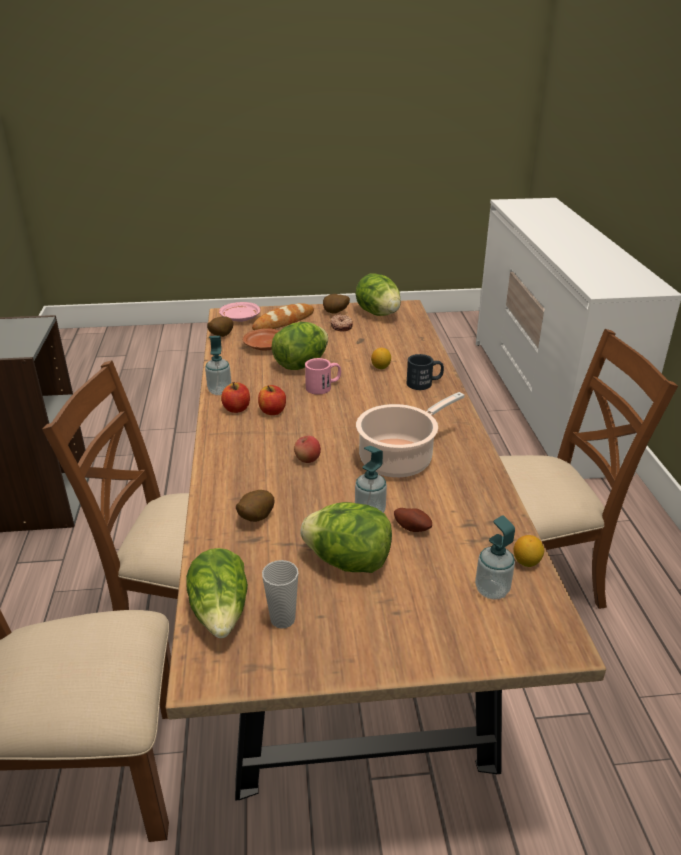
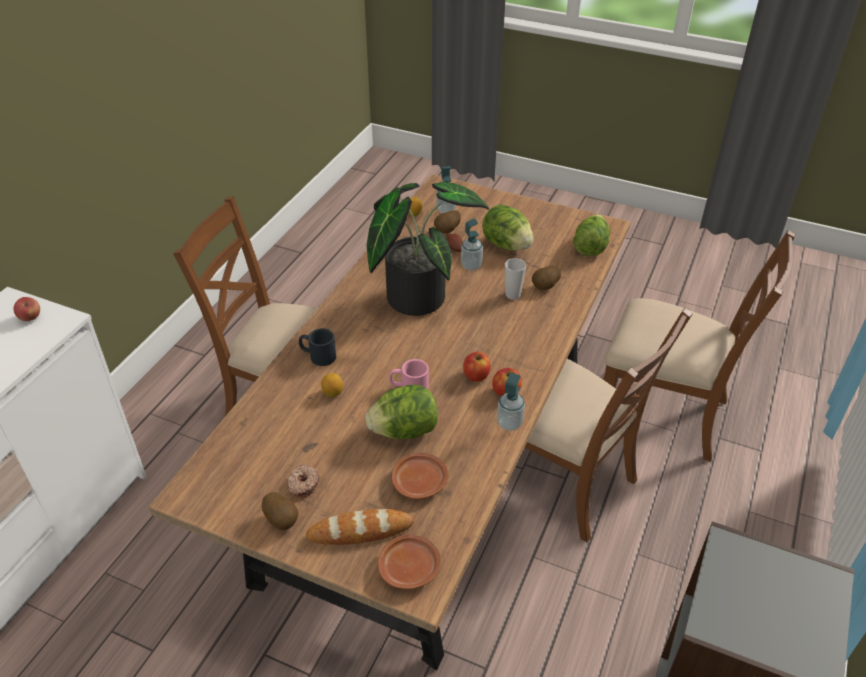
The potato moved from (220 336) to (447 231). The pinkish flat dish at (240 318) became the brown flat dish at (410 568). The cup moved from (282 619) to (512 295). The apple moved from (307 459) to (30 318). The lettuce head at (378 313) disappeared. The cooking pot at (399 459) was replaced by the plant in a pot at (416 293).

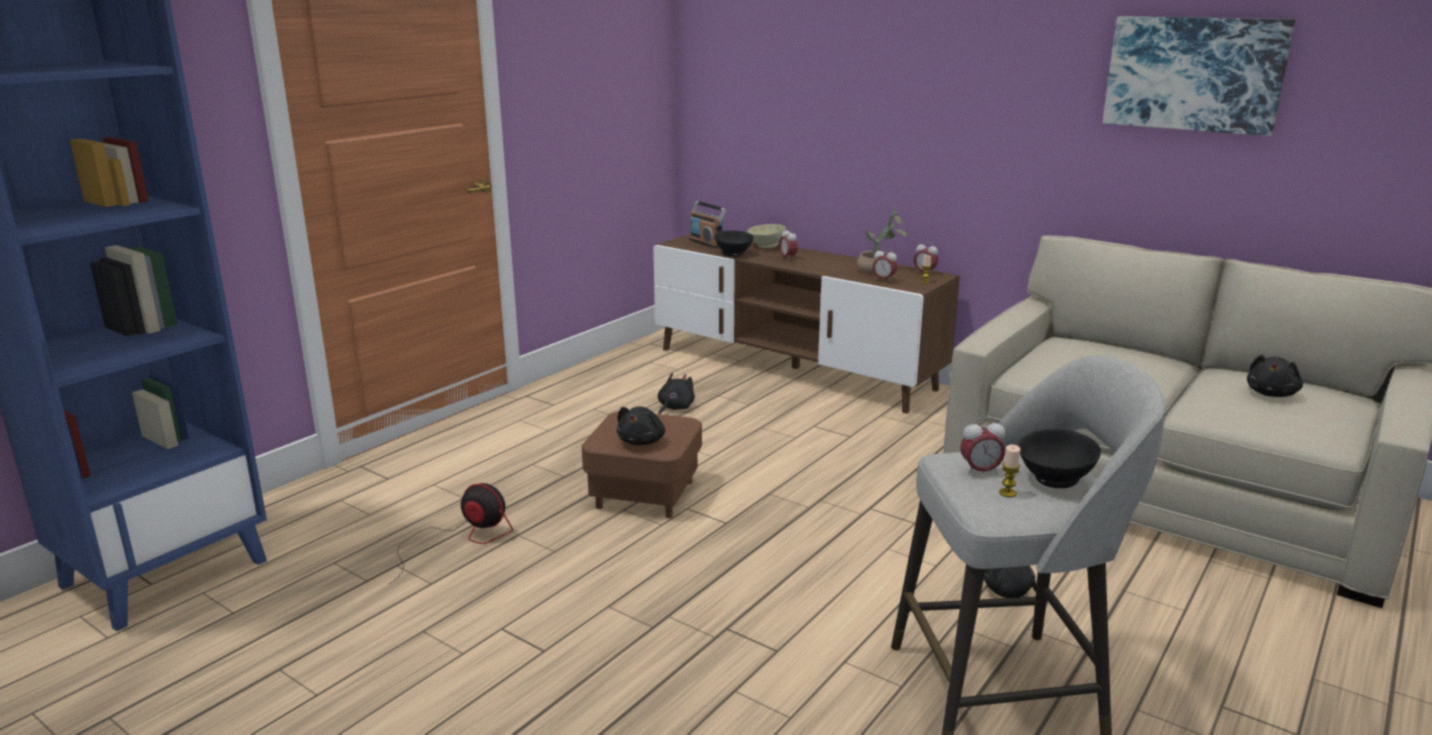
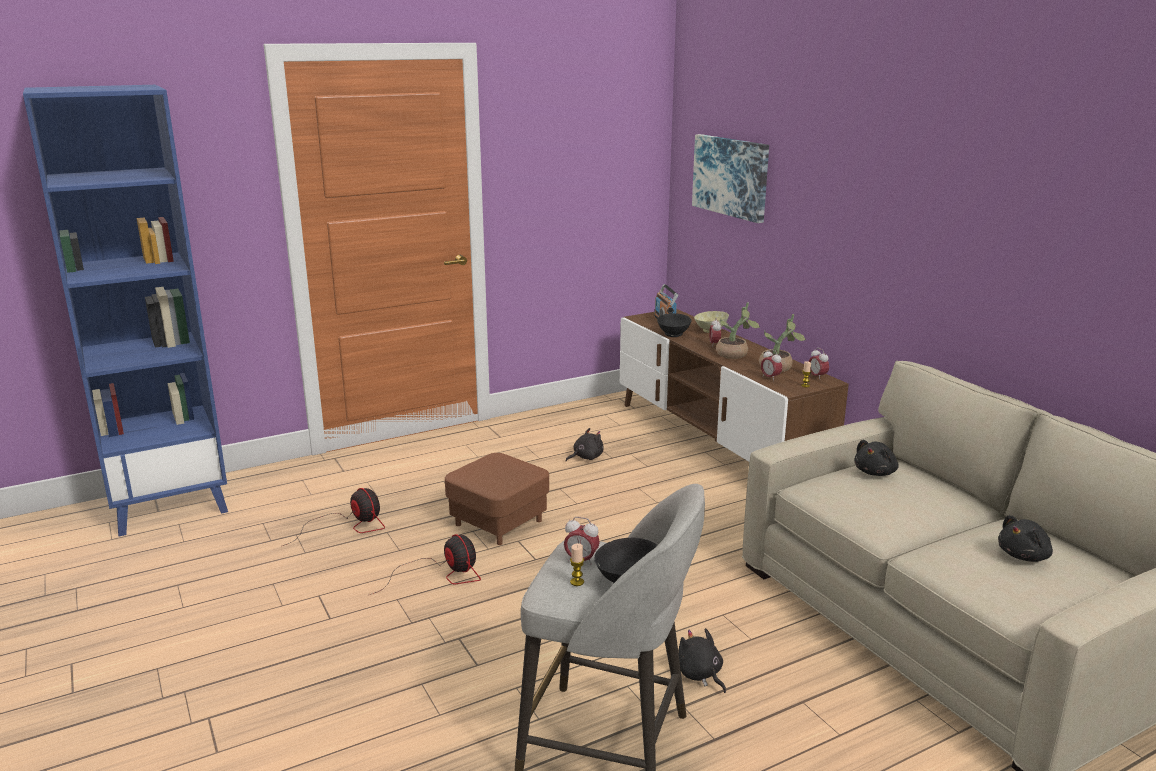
The blackish cuddly toy moved from (642 441) to (876 472). The wall picture moved from (1194 74) to (731 176). The electric fan at (441 575) appeared. The plant in a pot at (735 355) appeared.

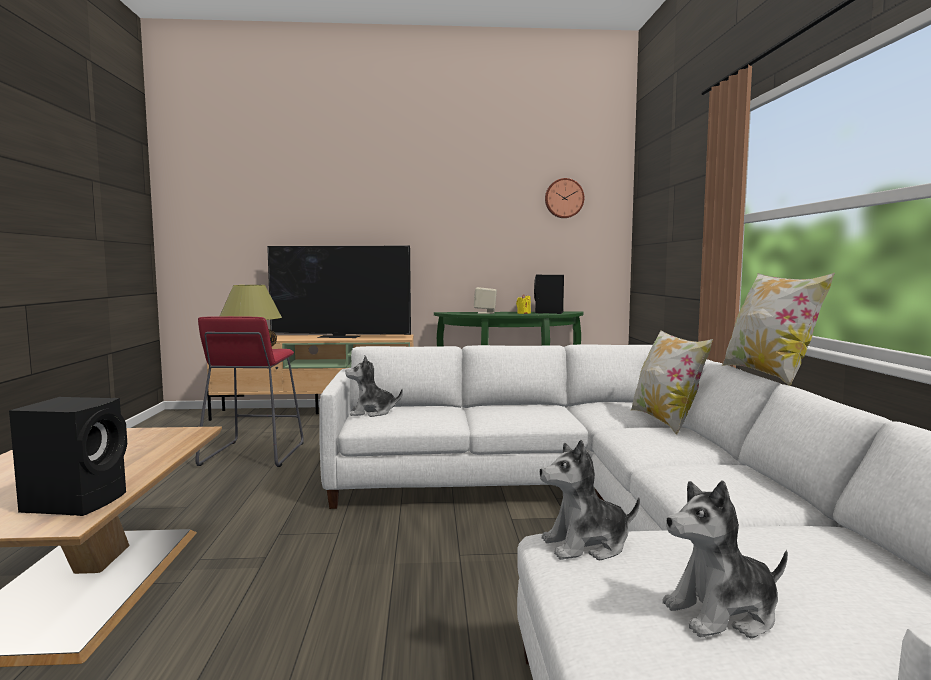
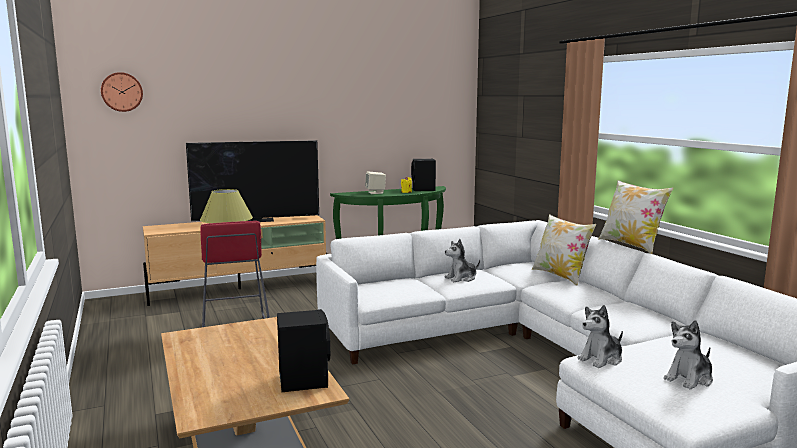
The cuddly toy moved from (372 412) to (461 278). The wall clock moved from (564 198) to (122 92).

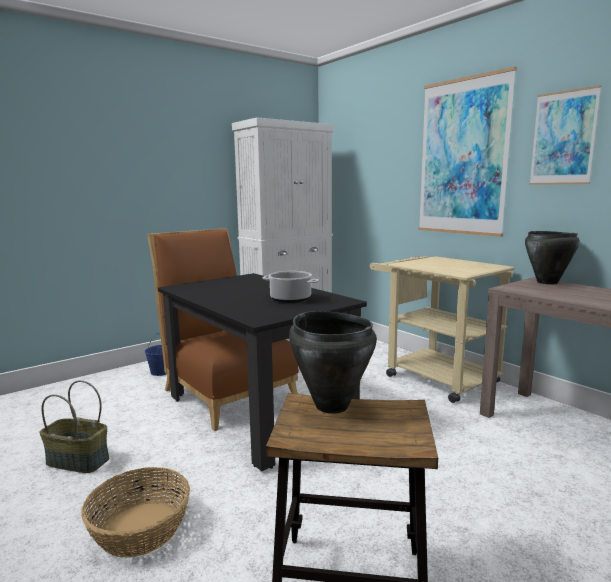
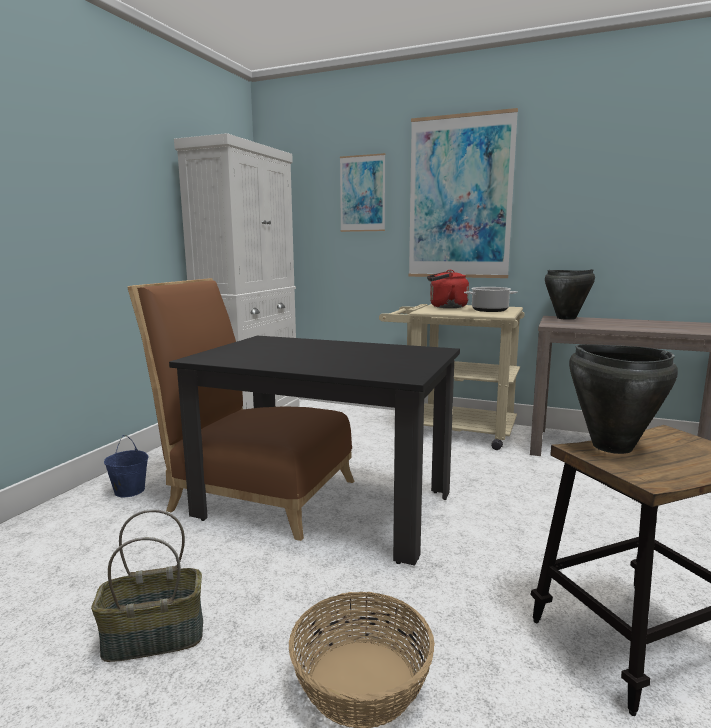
The cooking pot moved from (291 299) to (490 310). The wall picture moved from (563 138) to (362 193). The reddish water kettle at (445 307) appeared.

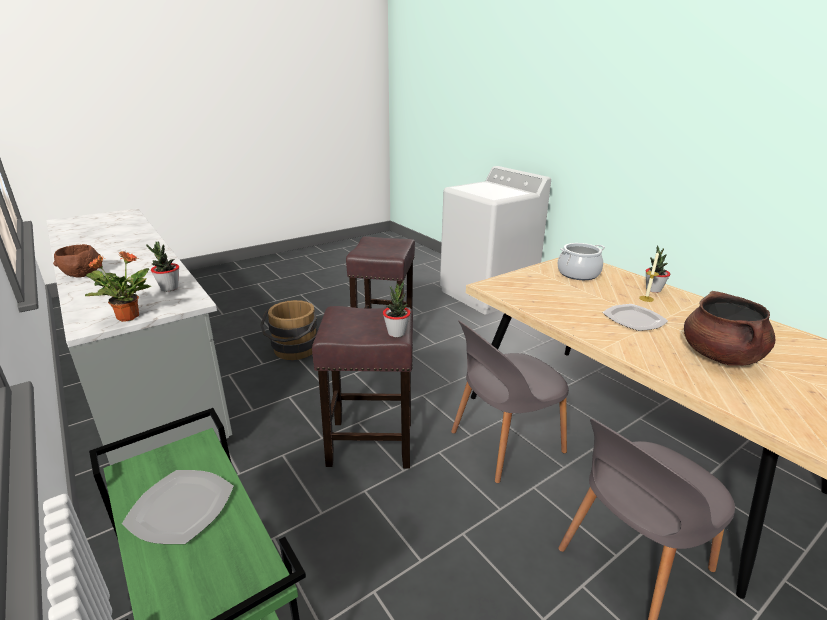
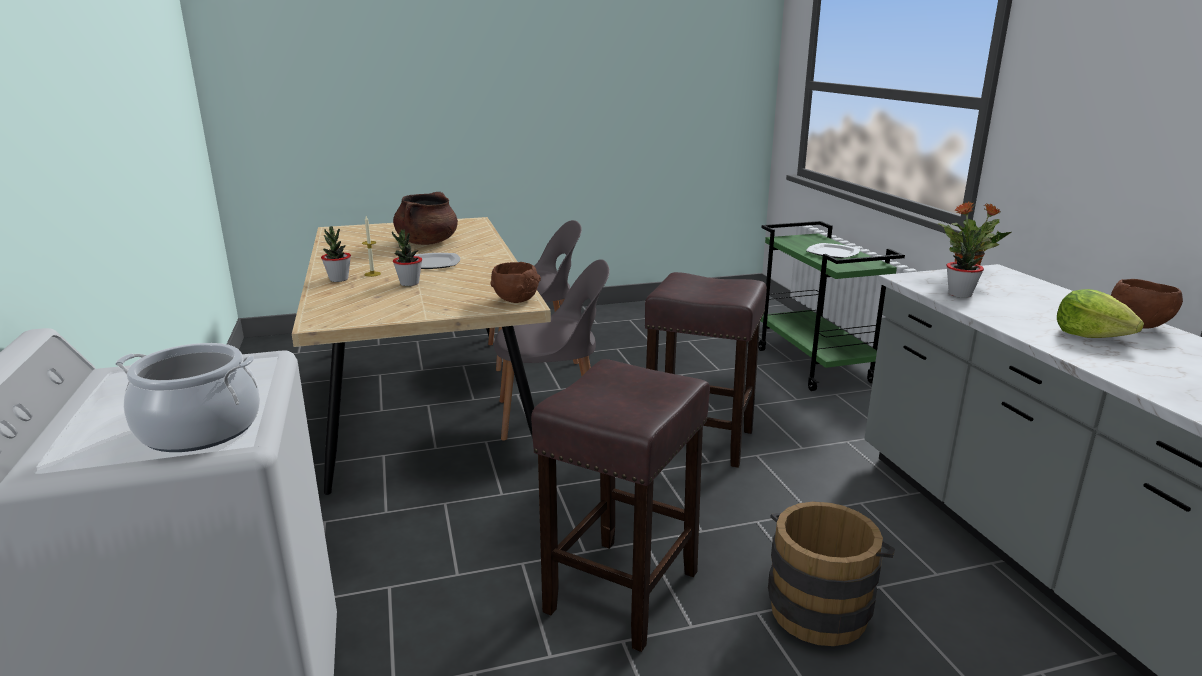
The plant in a pot moved from (396 333) to (409 283). The cooking pot moved from (578 274) to (200 430). The brown deep dish at (515 300) appeared. The lettuce head at (1091 335) appeared.

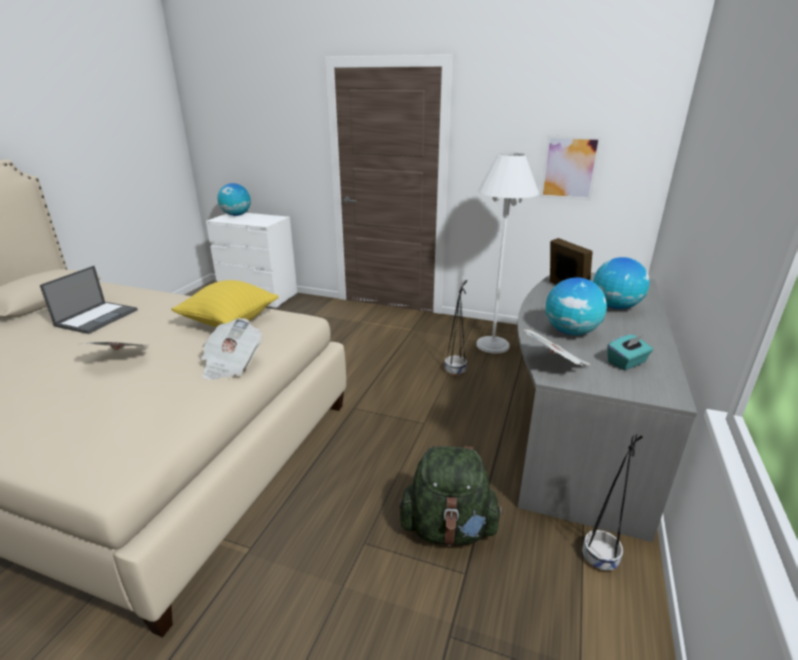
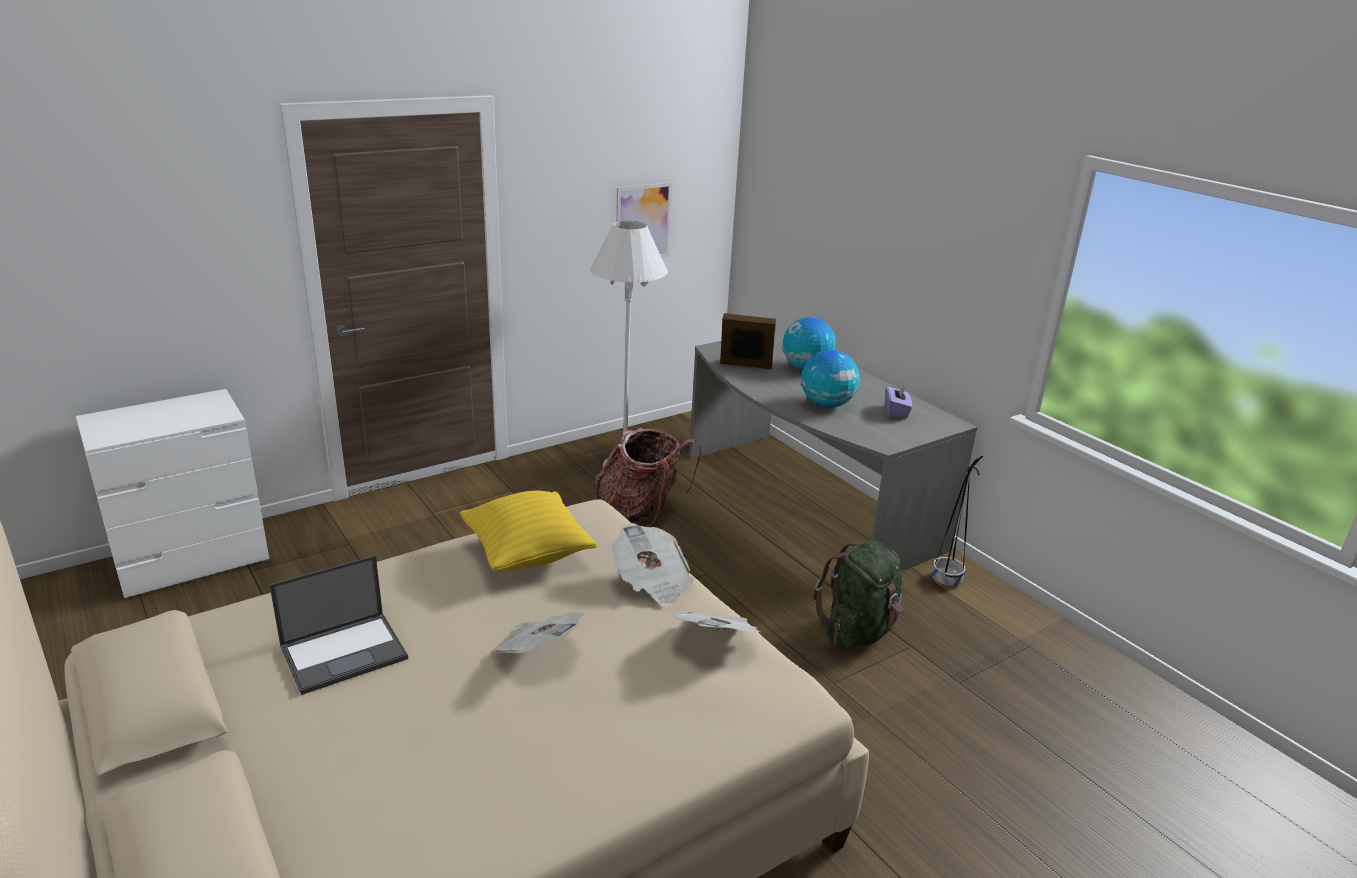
The portable computer at (97 317) turned 90 degrees clockwise. The globe at (236 215) disappeared. The blackish planter at (455 371) was replaced by the backpack at (641 511). The printed paper moved from (554 364) to (717 640). The blue-green tissue box at (627 362) became the purple tissue box at (896 412).

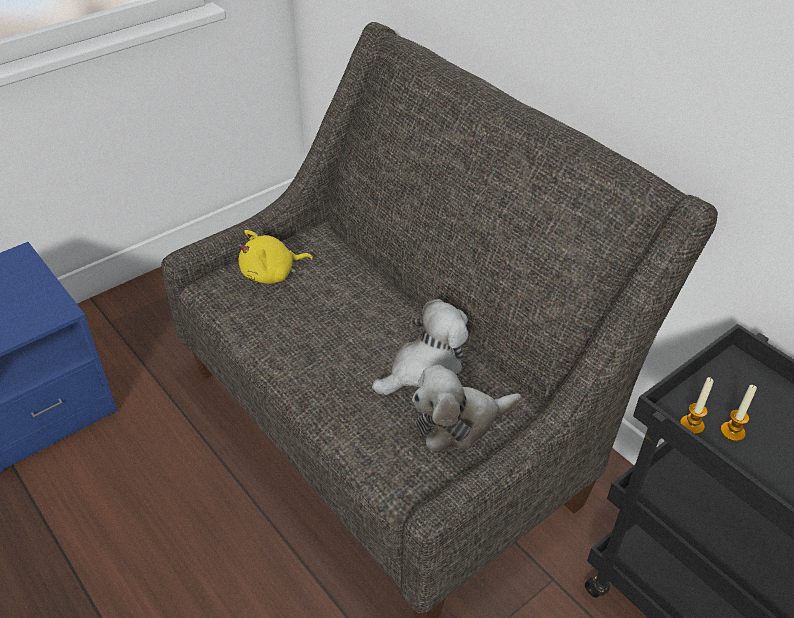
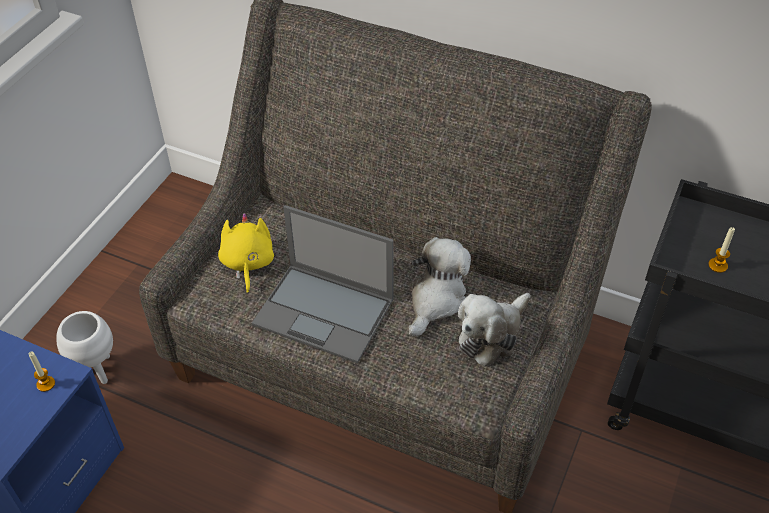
The yellow-coloured cuddly toy at (272 274) turned 135 degrees clockwise. The wax candle moved from (691 425) to (46 384). The white planter at (96 370) appeared. The portable computer at (325 312) appeared.

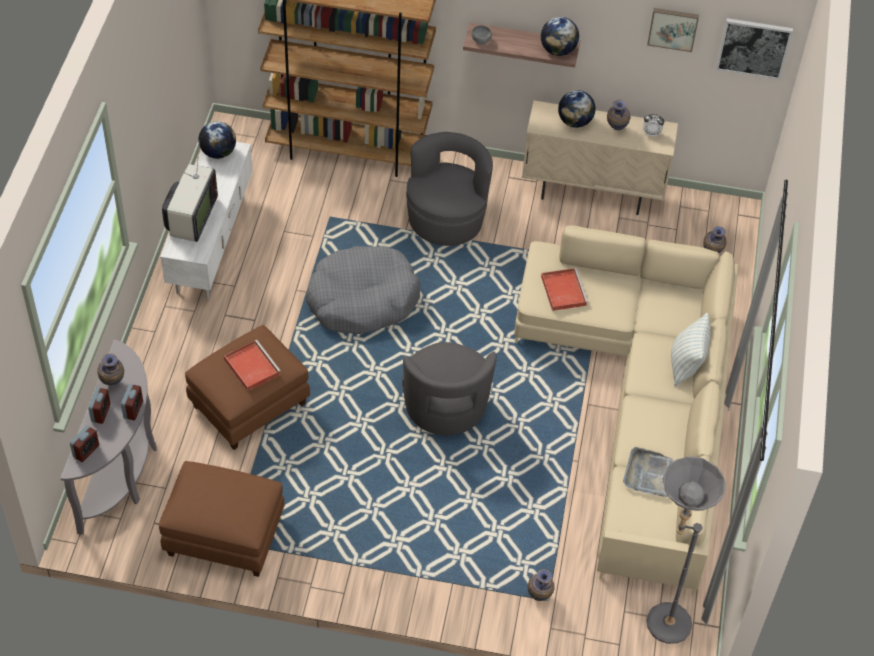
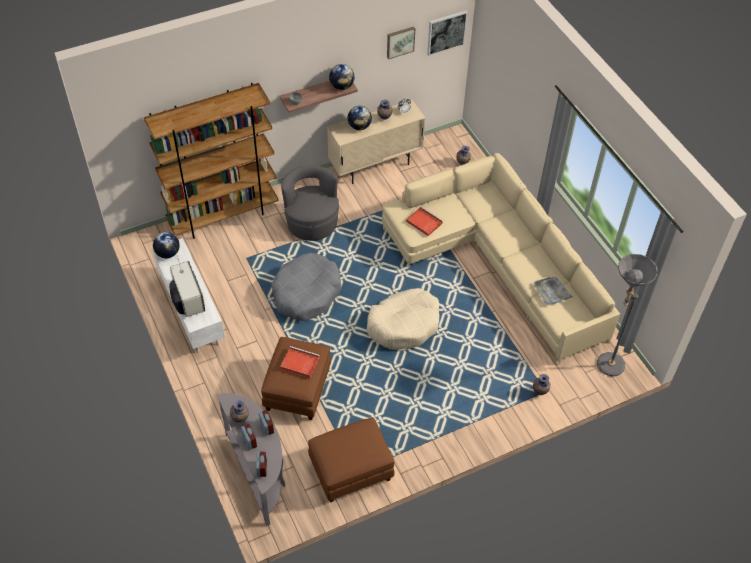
The gray armchair at (445 408) was replaced by the beige-coloured pet bed at (404 324). The throw pillow at (686 365) disappeared.

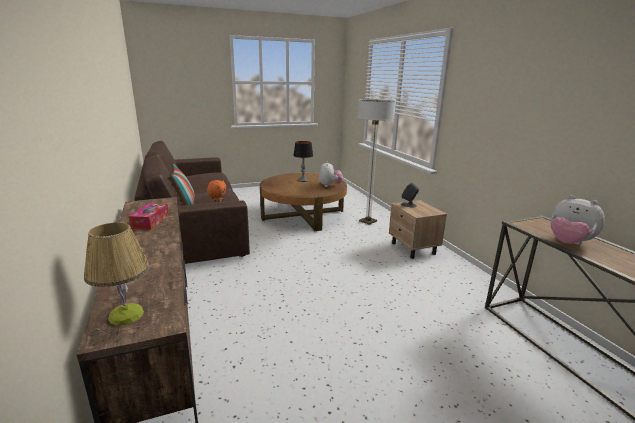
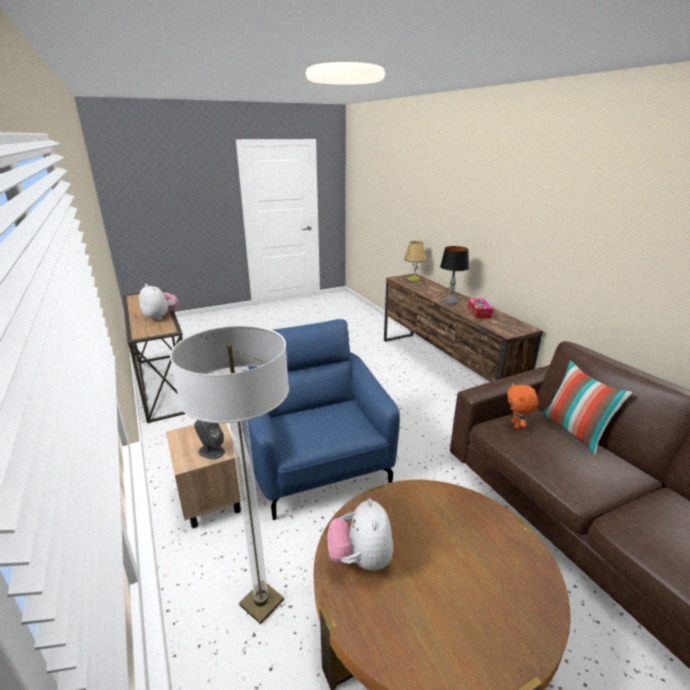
The lamp for a table moved from (303 180) to (450 301). The bluish armchair at (317 464) appeared.

